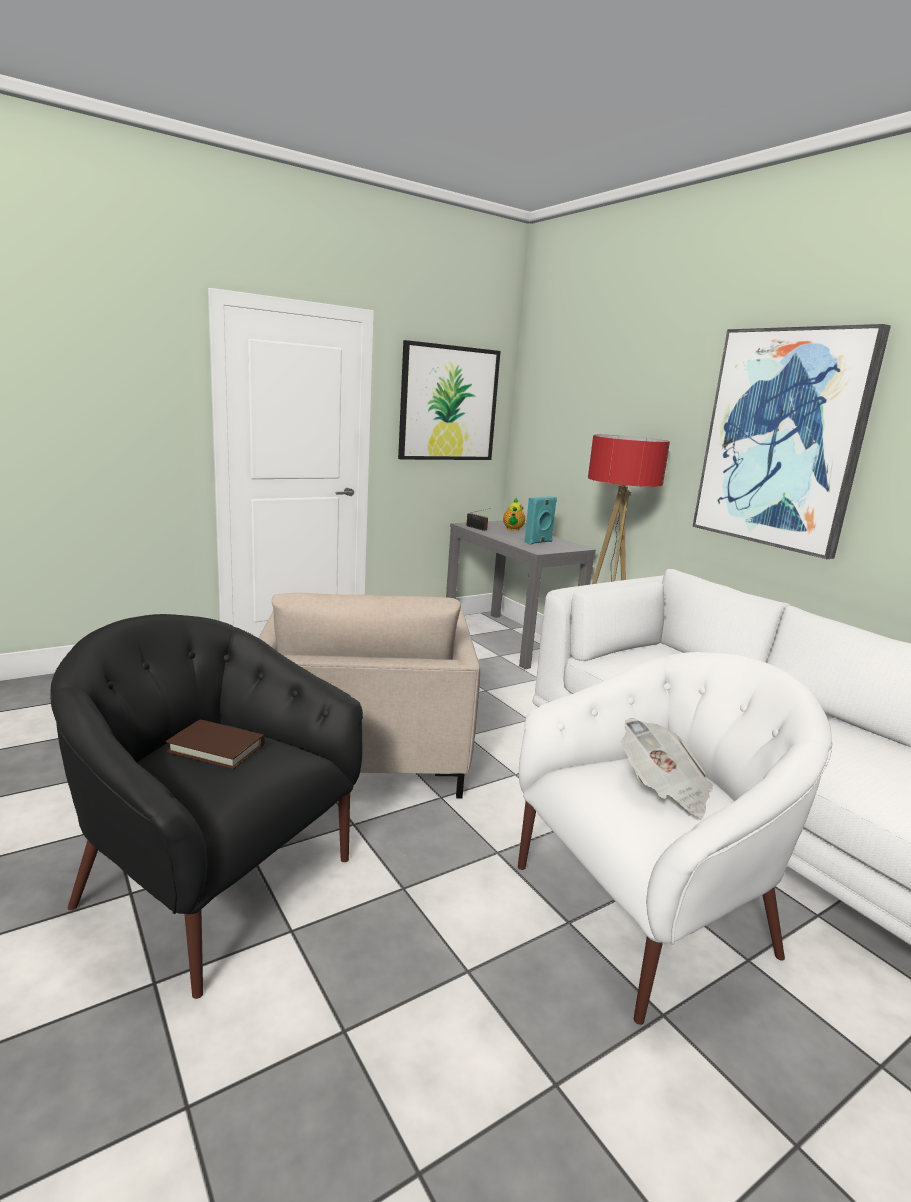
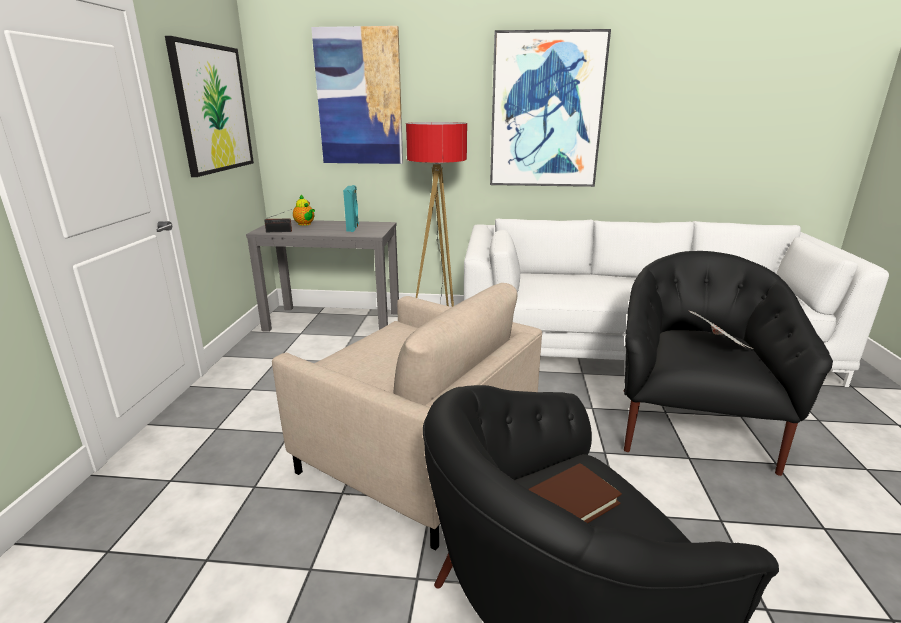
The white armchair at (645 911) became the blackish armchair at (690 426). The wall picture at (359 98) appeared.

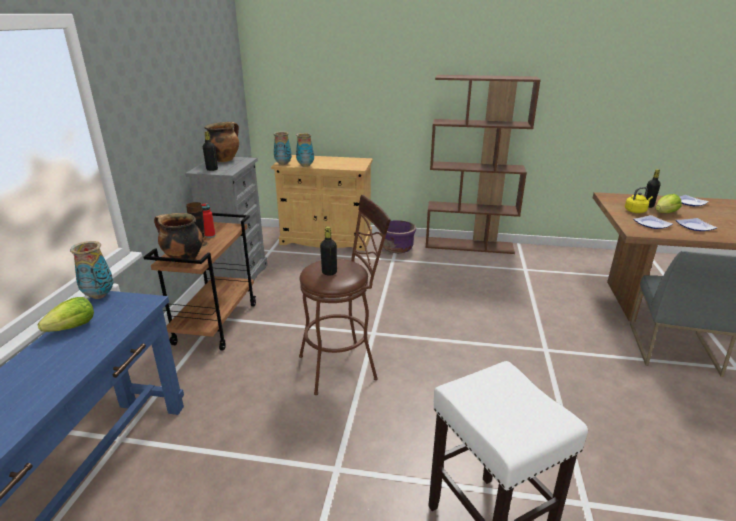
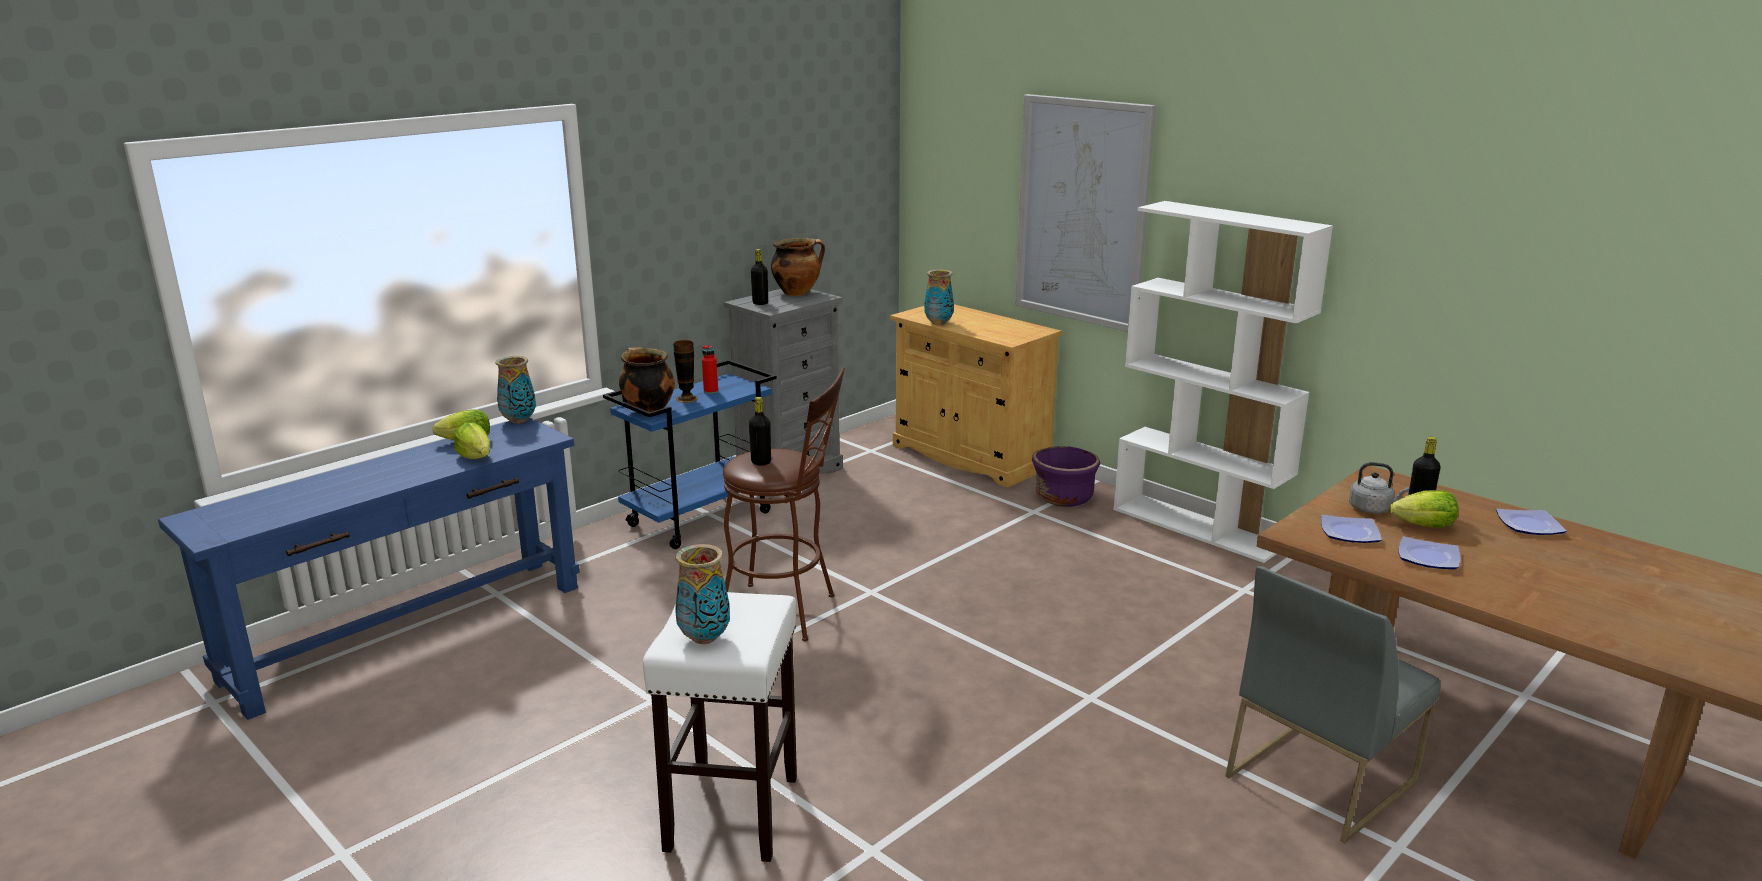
The brown cart at (216 323) became the bluish cart at (700 518). The flower vase moved from (283 164) to (704 638). The brown shelving unit at (469 245) became the white shelving unit at (1199 527). The yellow-coloured water kettle at (636 211) became the gray water kettle at (1372 509). The lettuce head at (476 457) appeared. The wall picture at (1082 212) appeared.

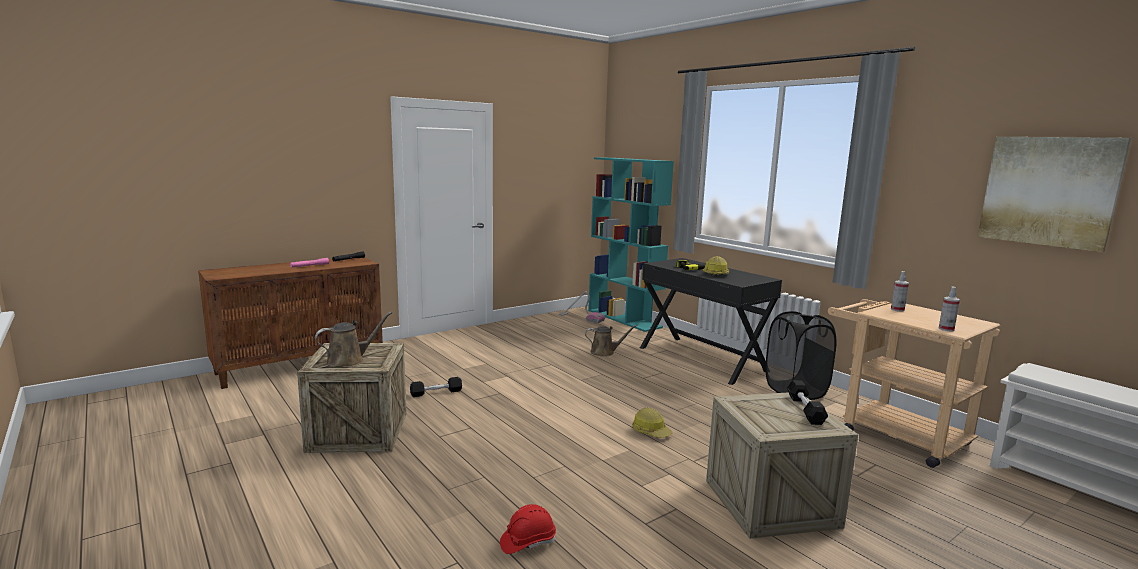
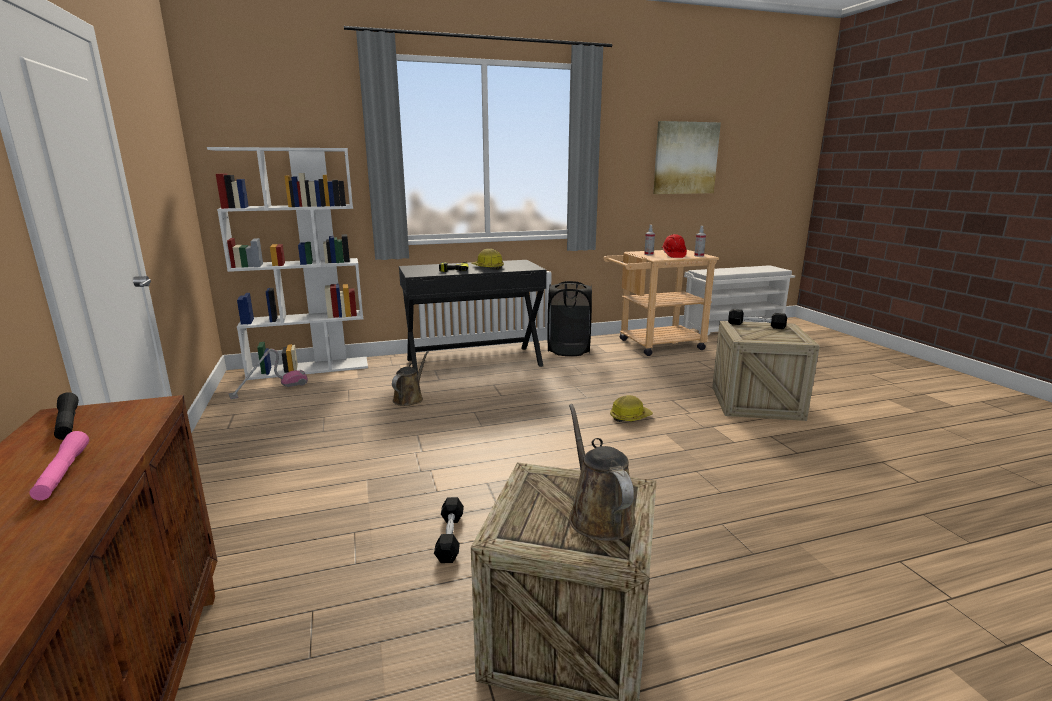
The reddish safety helmet moved from (527 542) to (673 255). The blue-green shelving unit at (624 319) became the white shelving unit at (310 368).

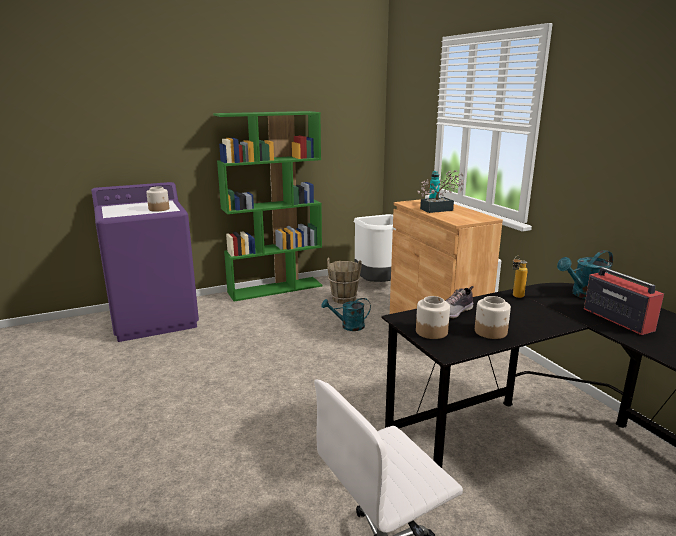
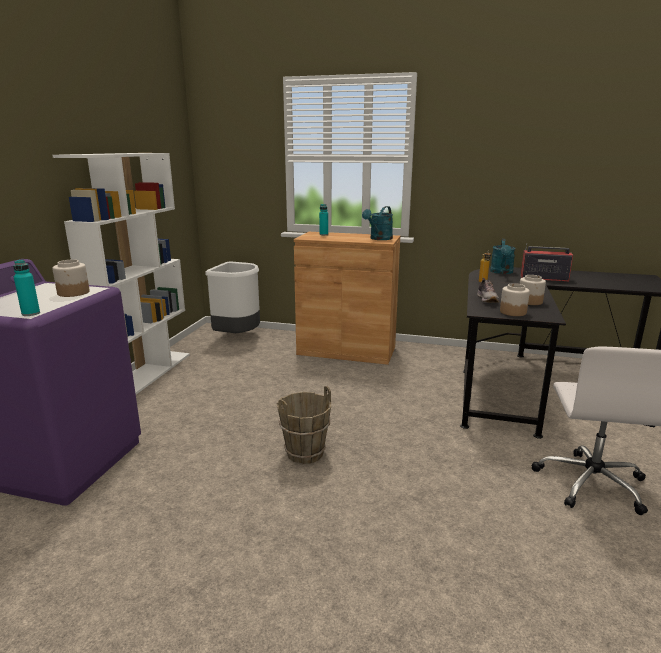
The green-coloured shelving unit at (275 289) became the white shelving unit at (146 374). The blue-green sprinkling can moved from (348 326) to (379 239). The brown water bucket moved from (344 299) to (304 453). The plant in a pot at (440 209) disappeared. The blue-green bottle at (31 313) appeared.

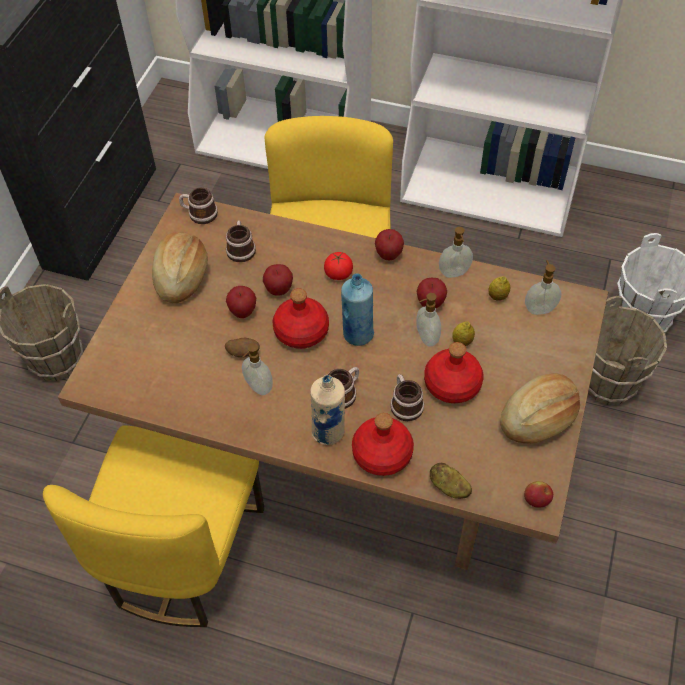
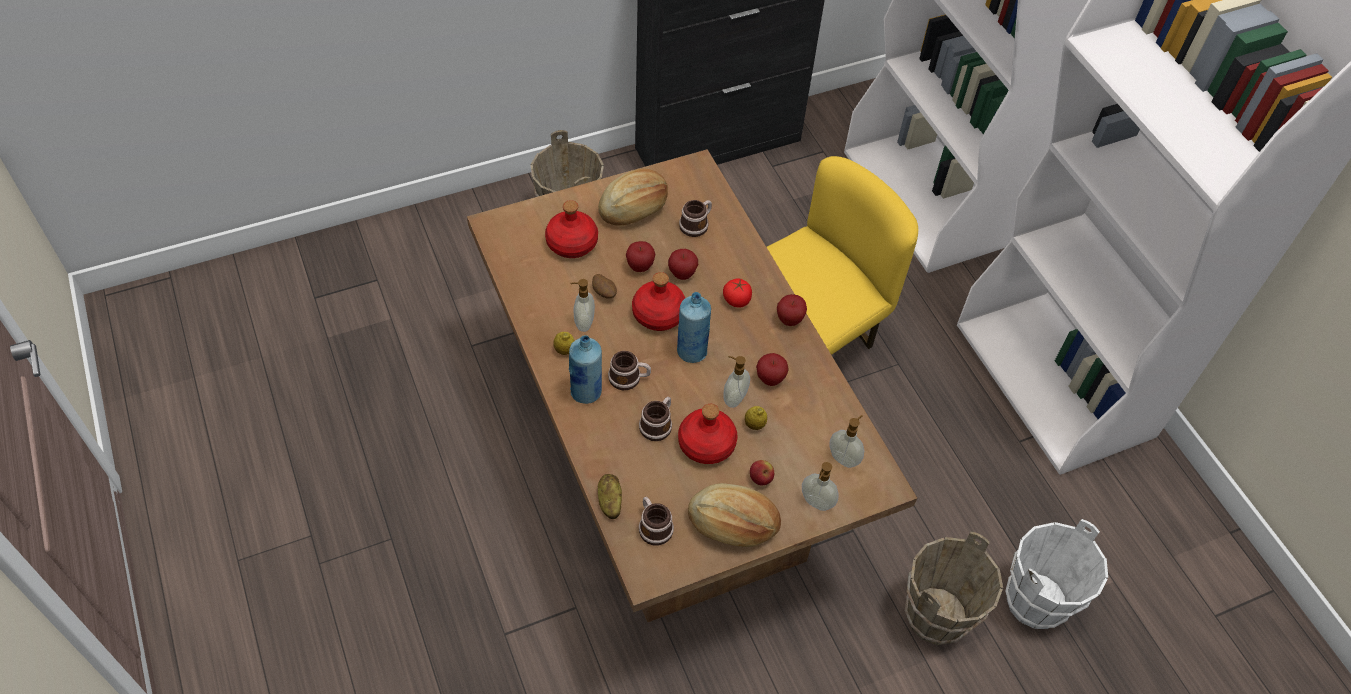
The yellow-coloured chair at (182 555) disappeared. The coffee mug moved from (199 214) to (653 526). The beige-coloured bottle at (329 432) became the bluish bottle at (586 392). The reddish bottle moved from (381 453) to (572 243). The liquid soap bottle moved from (454 273) to (816 503). The lemon moved from (497 296) to (564 350). The apple moved from (536 500) to (760 479).

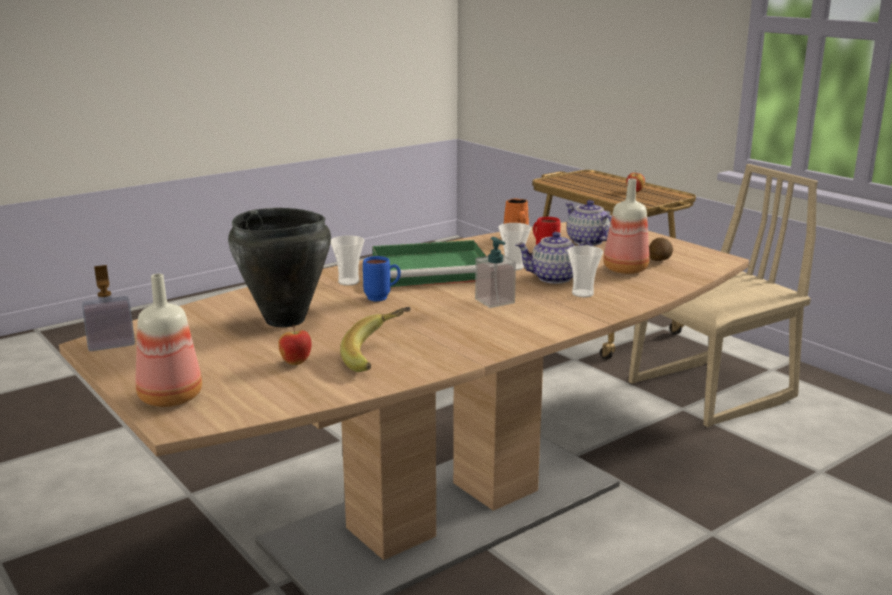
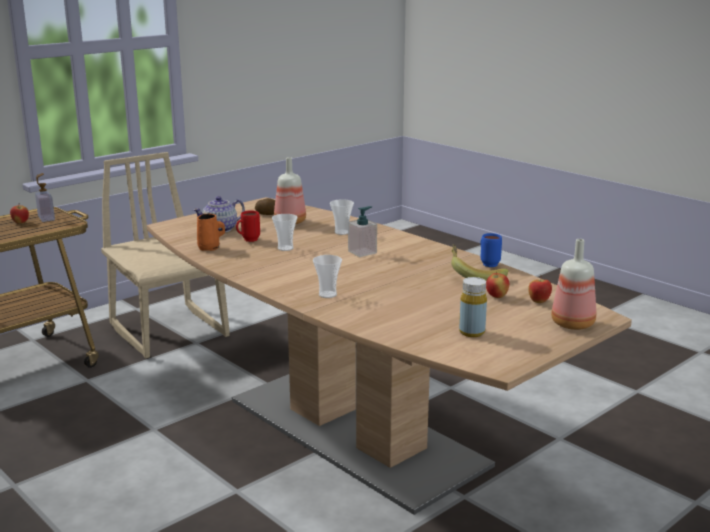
The liquid soap bottle moved from (111 344) to (46 218). The blackish cooking pot at (285 320) disappeared. The bluish coffee mug moved from (382 297) to (488 263). The green-coloured tray at (434 269) disappeared. The tea pot at (555 278) disappeared. The yellow-coloured bottle at (472 332) appeared. The apple at (539 302) appeared.

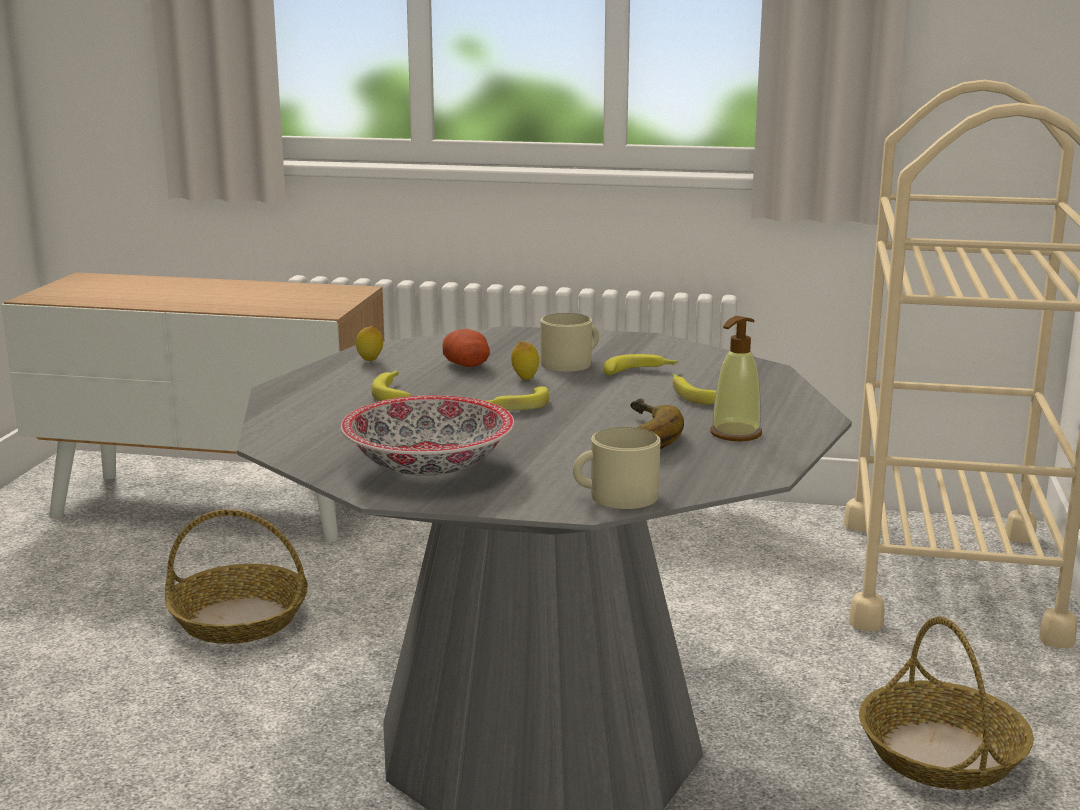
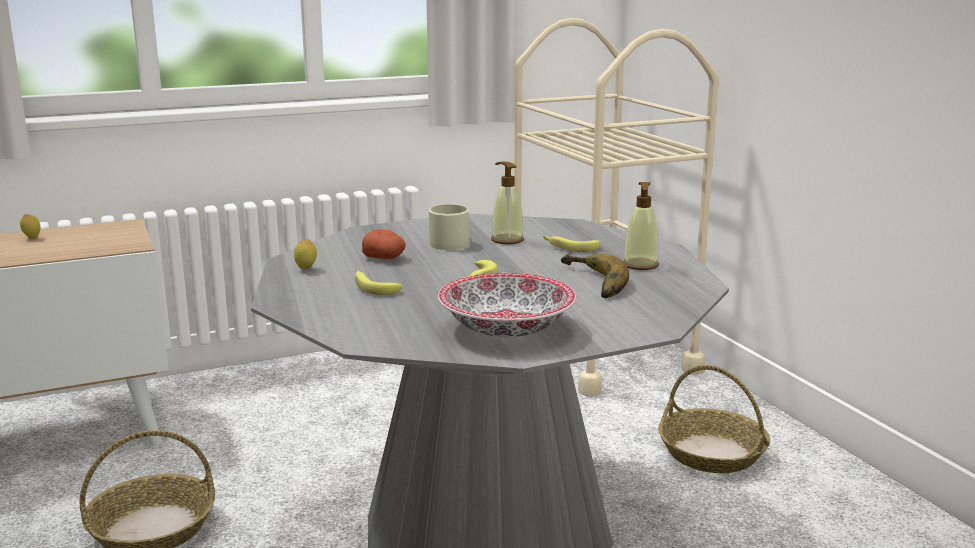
The lemon moved from (525 379) to (32 238). The beige-coloured coffee mug at (615 496) disappeared. The whole banana at (640 372) was replaced by the liquid soap bottle at (507 240).

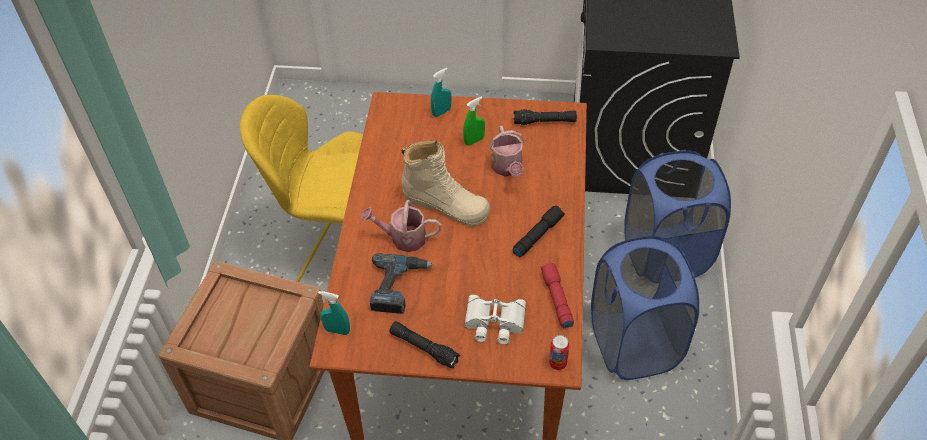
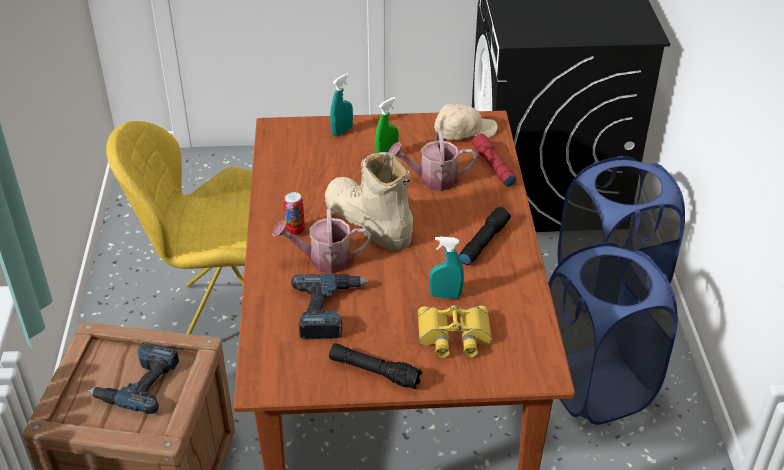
The blue-green hand sprayer moved from (337 330) to (445 295). The beige-coloured high-top boot at (446 204) turned 150 degrees counterclockwise. The white pair of binoculars at (494 323) became the yellow-coloured pair of binoculars at (454 336). The sprinkling can at (508 168) turned 105 degrees clockwise. The blackish hand torch at (545 122) was replaced by the beige-coloured cap at (463 131). The reddish hand torch moved from (556 298) to (492 166). The can moved from (557 363) to (295 231). The power drill at (138 383) appeared.

